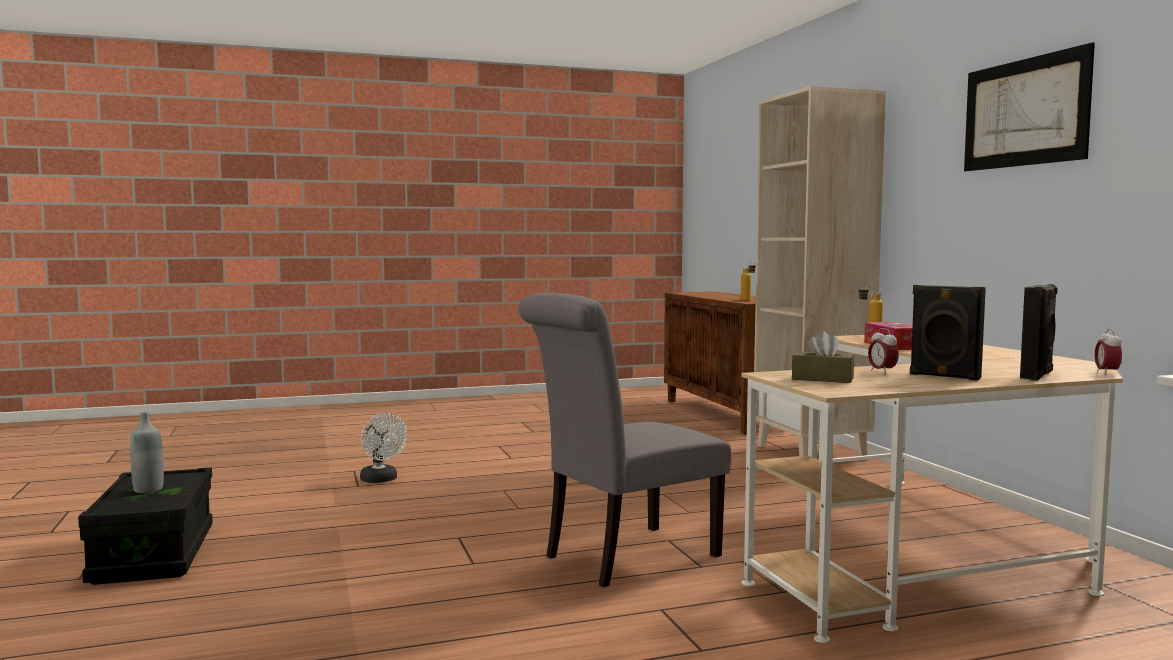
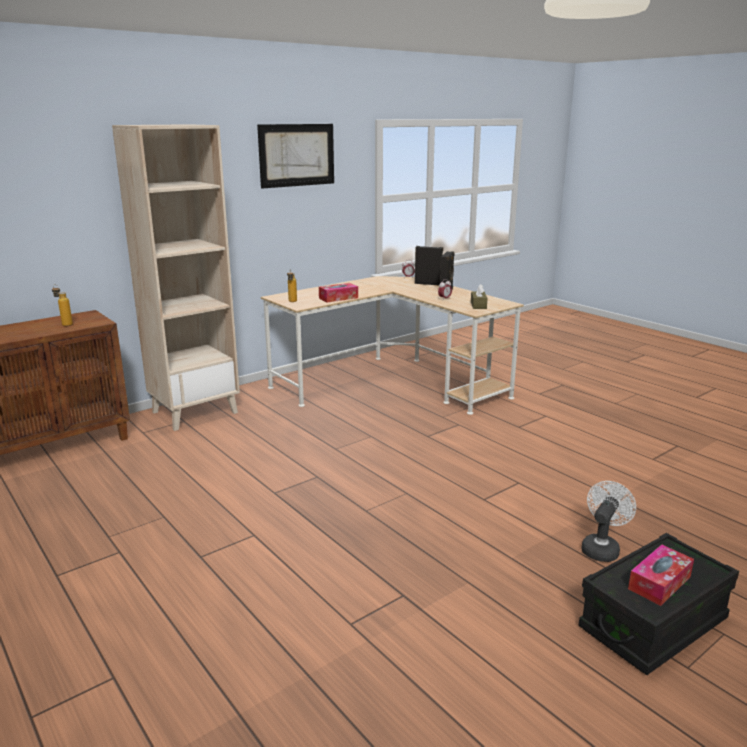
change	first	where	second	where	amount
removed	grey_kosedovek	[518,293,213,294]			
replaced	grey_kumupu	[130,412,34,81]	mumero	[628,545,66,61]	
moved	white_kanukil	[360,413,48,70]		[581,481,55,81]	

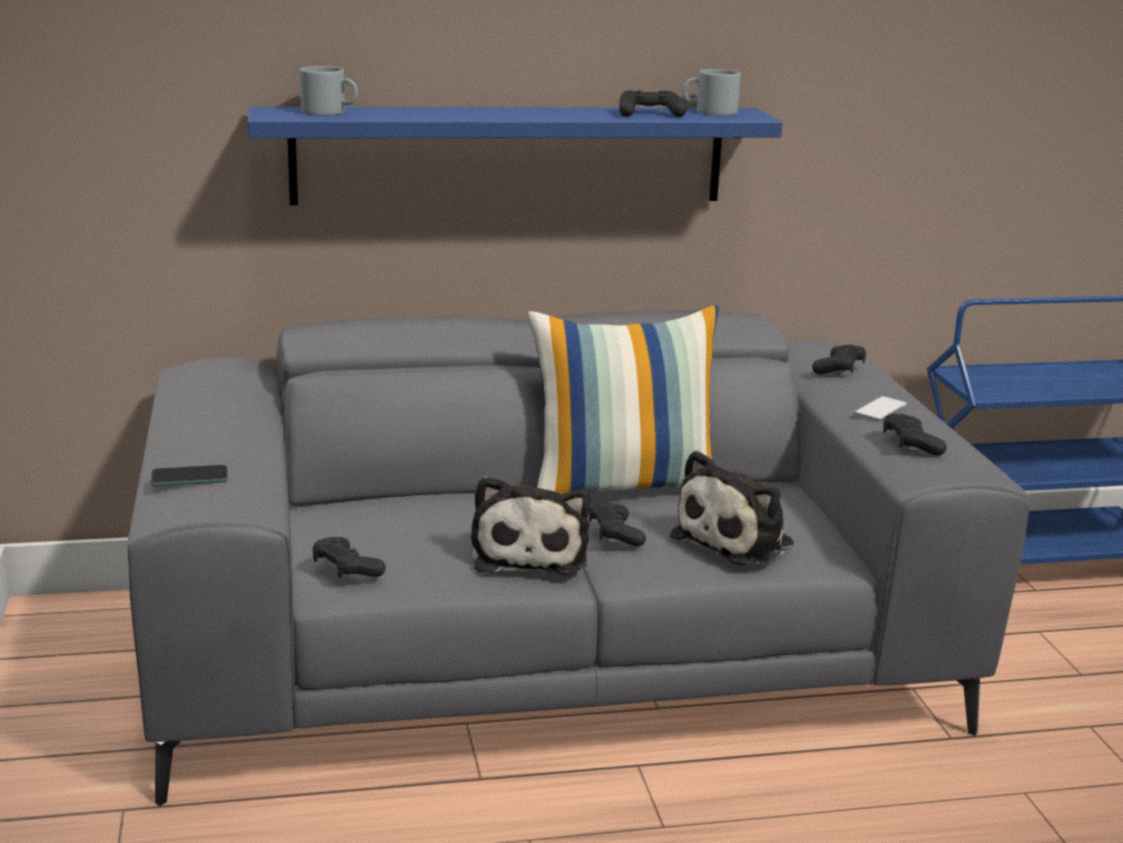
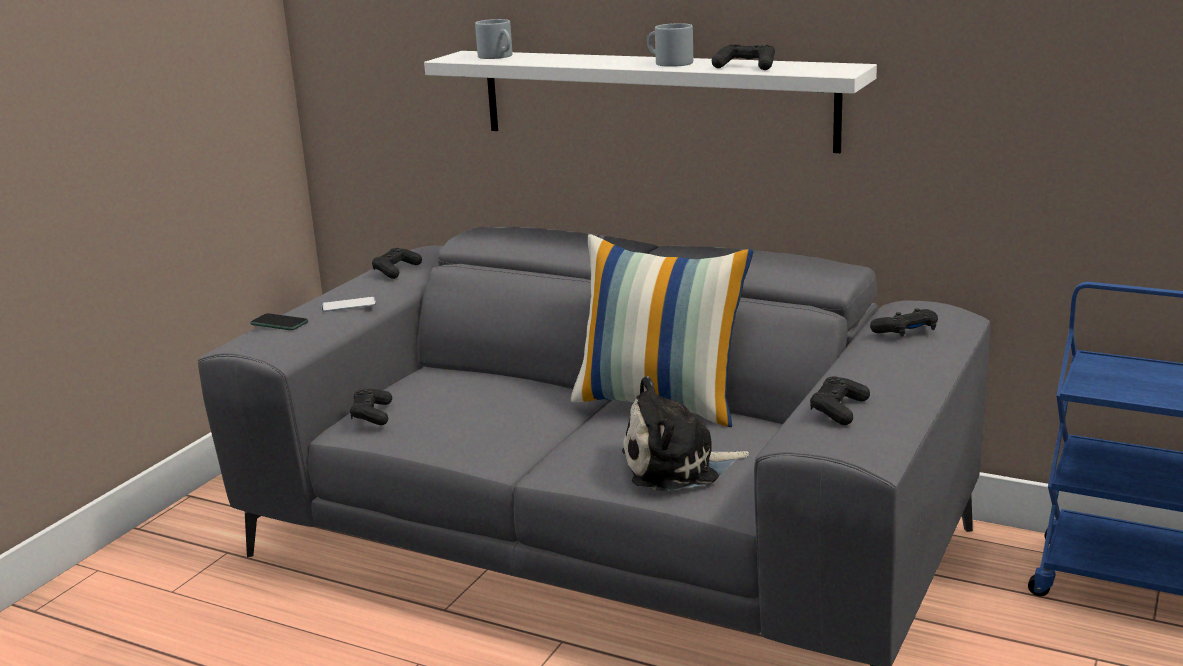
change	first	where	second	where	amount
moved	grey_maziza	[682,69,59,47]		[647,23,46,44]	
recoloured	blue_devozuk	[248,107,534,98]	white_devozuk	[424,51,453,102]	
moved	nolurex	[854,396,53,24]		[321,296,55,16]	
removed	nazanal	[471,476,119,99]			
moved	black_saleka	[589,503,57,44]		[372,248,50,31]	

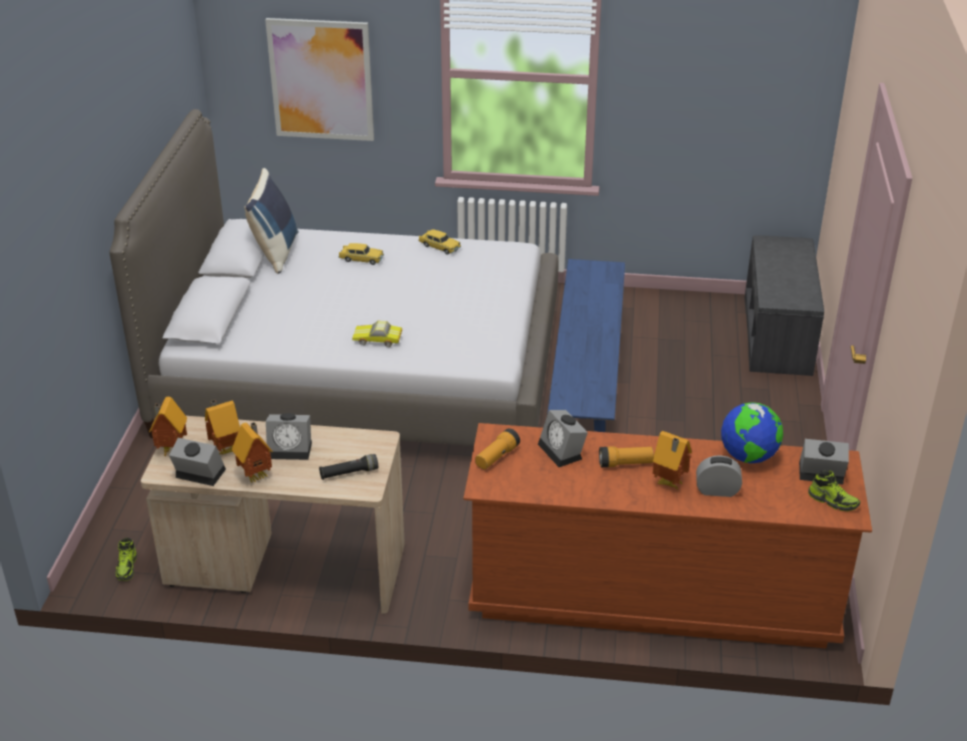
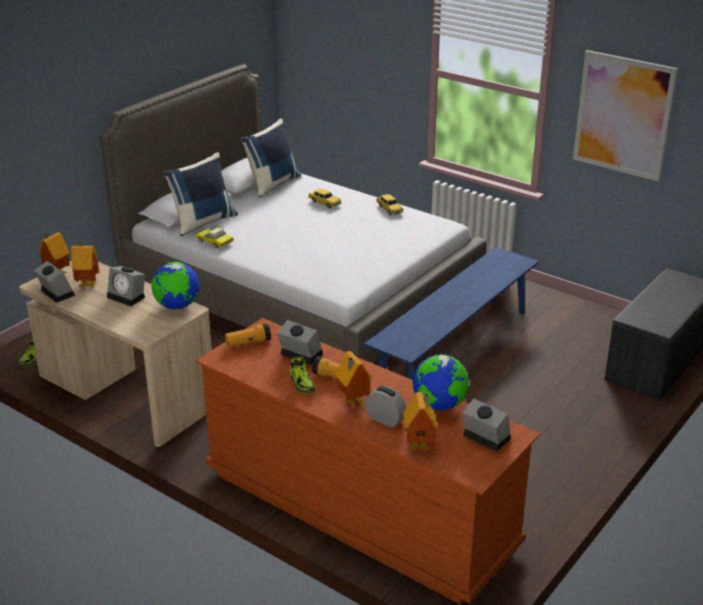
change	first	where	second	where	amount
moved	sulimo	[265,18,109,123]		[573,50,105,131]	
moved	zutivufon	[352,320,50,27]		[194,227,40,22]	
turned	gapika	[538,410,50,57]		[277,320,46,45]	120 degrees clockwise
moved	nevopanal	[232,422,41,61]		[403,392,34,59]	
removed	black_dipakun	[319,454,59,26]			
moved	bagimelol	[808,471,52,40]		[290,356,26,38]	
added			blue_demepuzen	[163,152,75,84]	
added			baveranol	[151,262,49,47]	

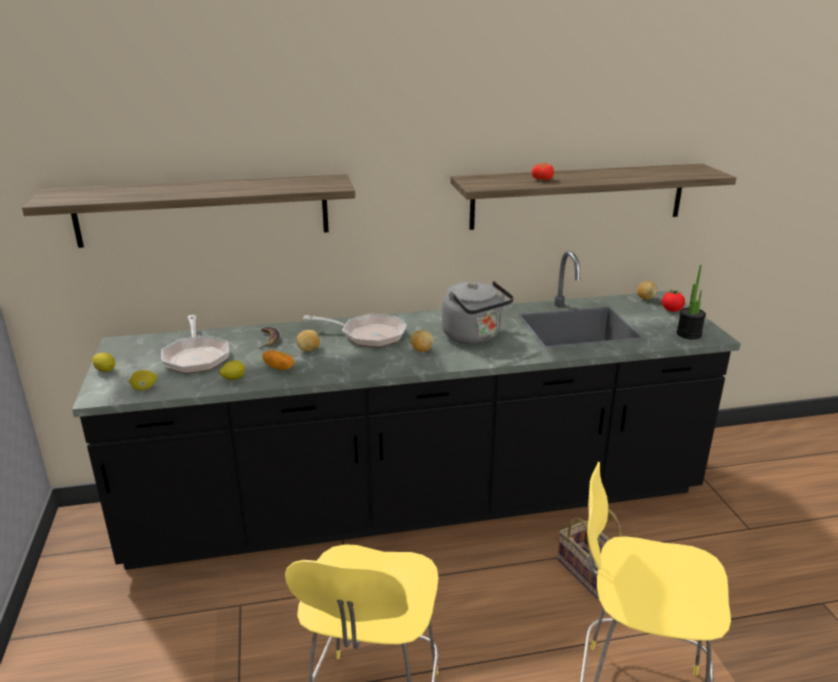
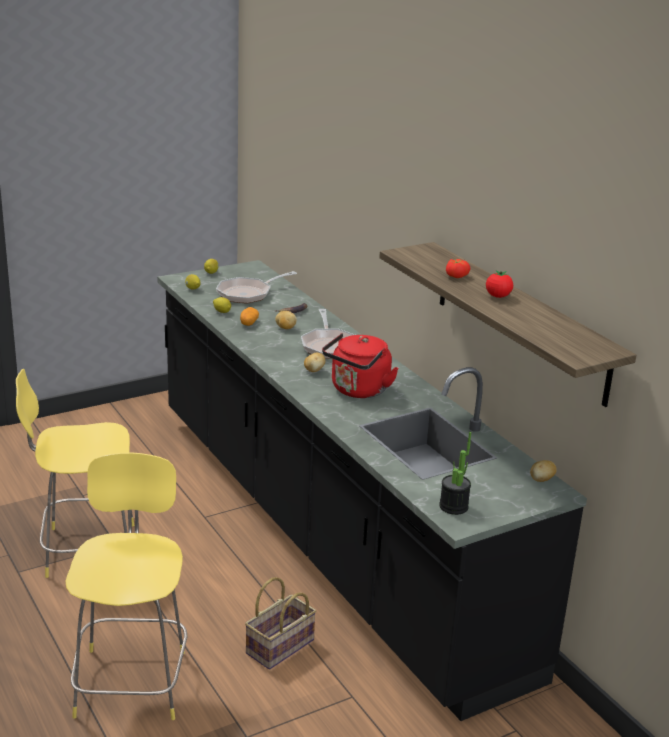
change	first	where	second	where	amount
removed	devozuk	[22,174,333,74]			
recoloured	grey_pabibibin	[442,281,72,63]	red_pabibibin	[322,333,77,65]	
moved	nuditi	[662,289,23,23]		[486,270,27,28]	

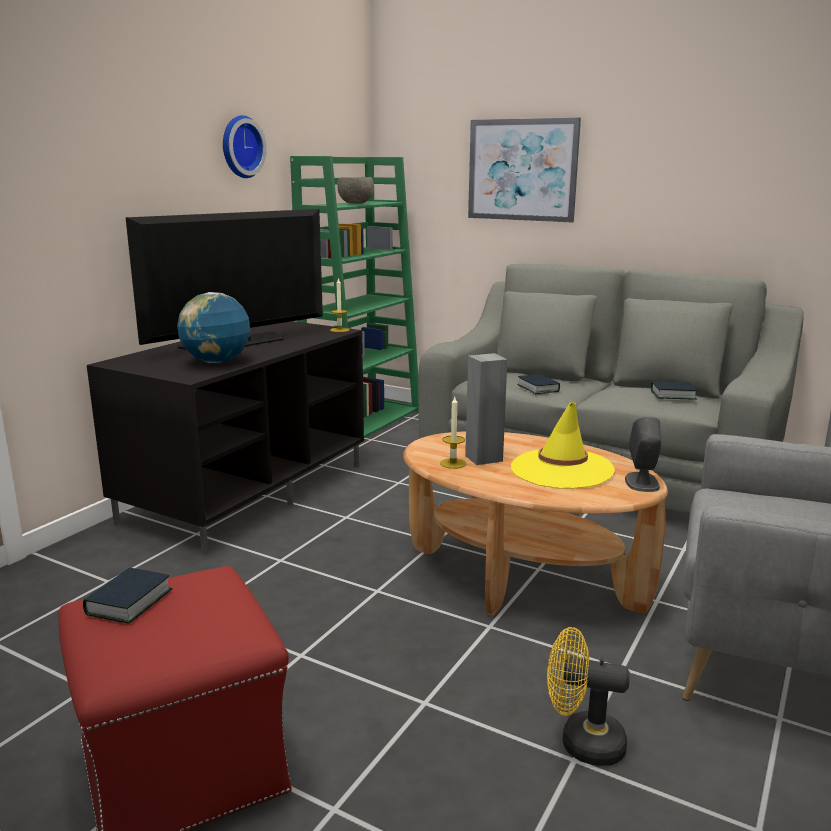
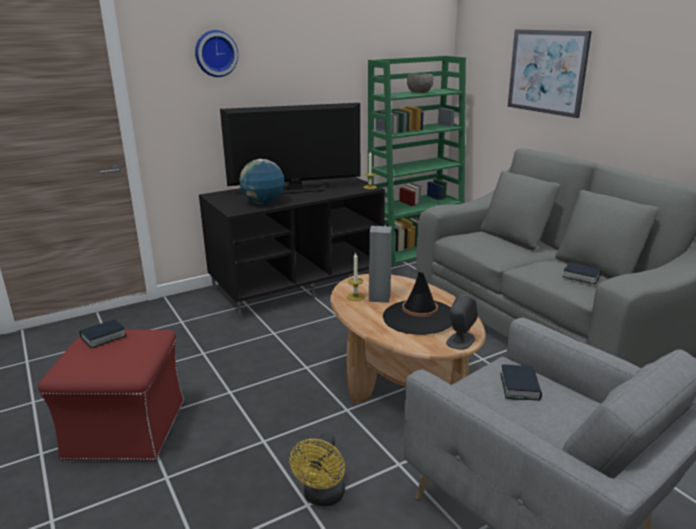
change	first	where	second	where	amount
moved	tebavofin	[223,115,44,63]		[195,30,43,47]	
moved	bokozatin	[517,374,43,20]		[500,364,42,37]	
recoloured	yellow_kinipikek	[511,402,104,87]	black_kinipikek	[383,272,69,63]	
turned	yellow_kanukil	[547,627,83,139]		[289,433,56,73]	120 degrees counterclockwise

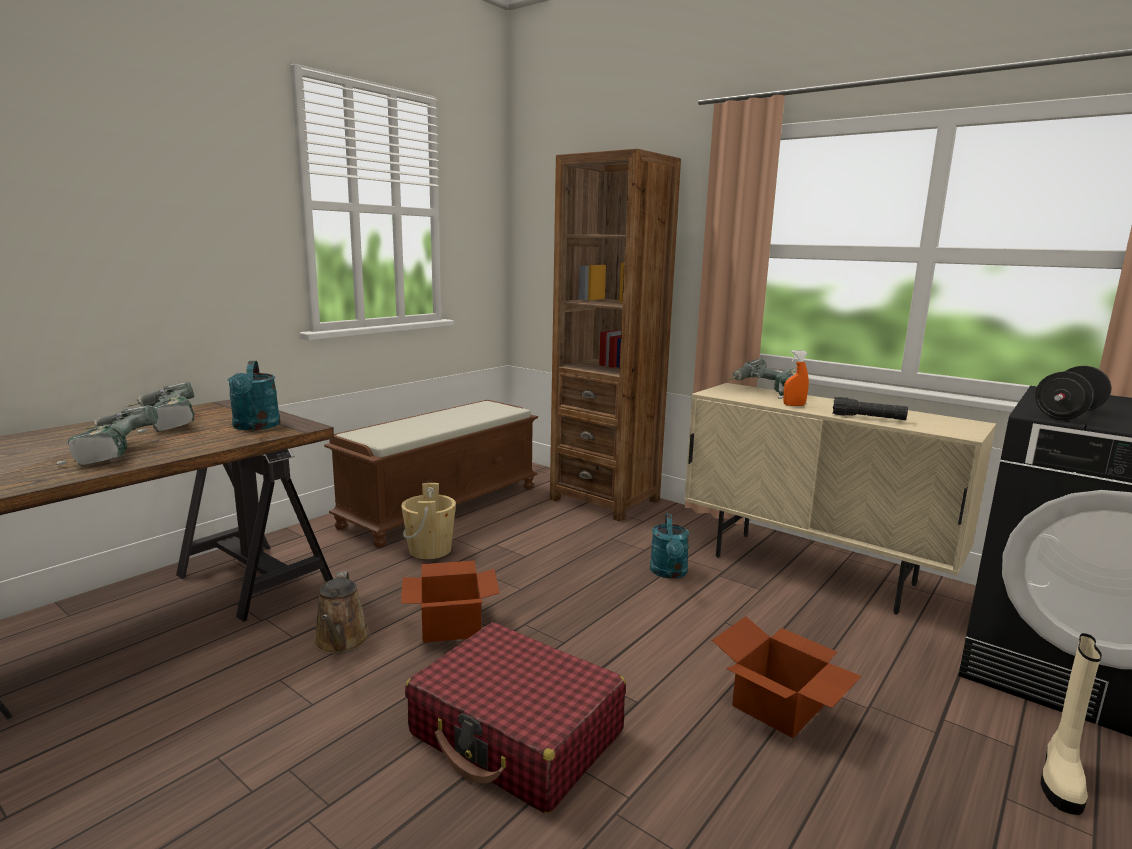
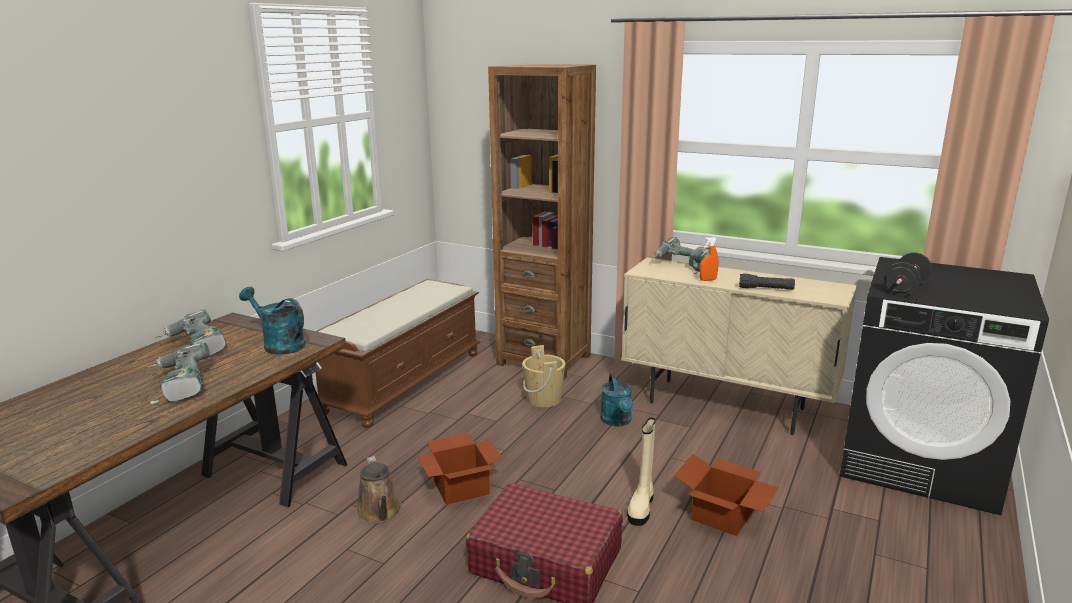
change	first	where	second	where	amount
turned	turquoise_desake	[228,361,53,69]		[239,287,66,68]	150 degrees clockwise
moved	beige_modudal	[401,483,55,76]		[522,345,43,62]	
moved	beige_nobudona	[1040,633,62,182]		[627,418,28,108]	

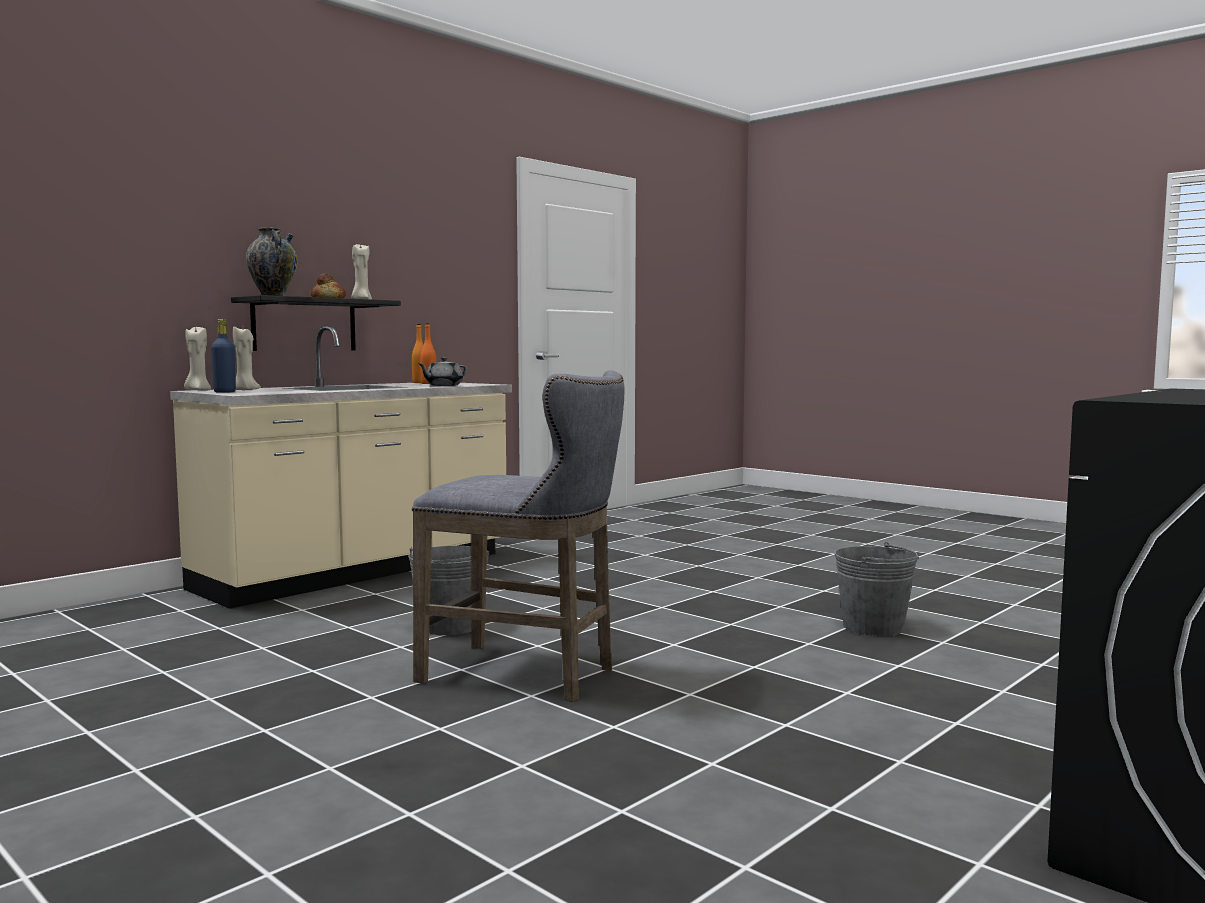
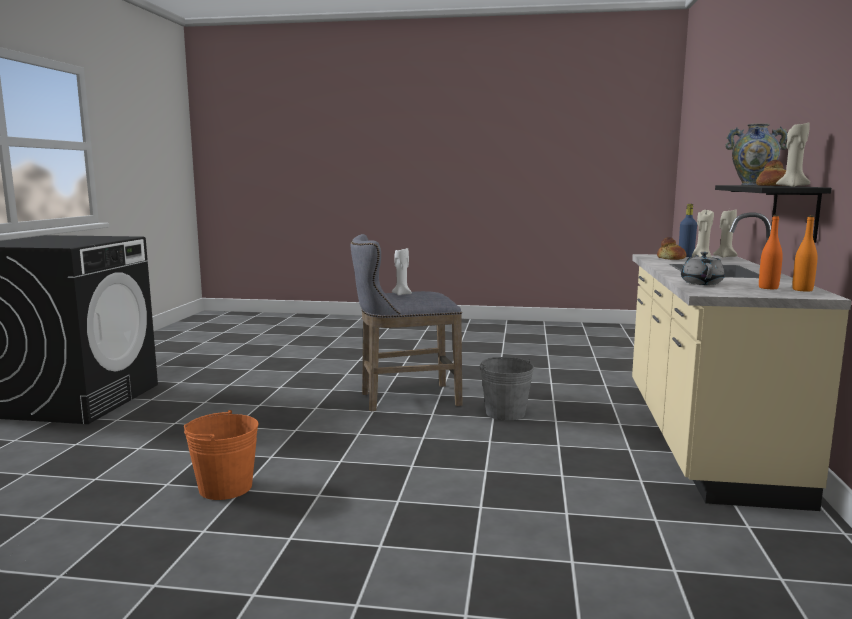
change	first	where	second	where	amount
recoloured	grey_modudal	[834,542,85,94]	orange_modudal	[184,410,75,90]	
added			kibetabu	[657,237,29,23]	
added			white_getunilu	[392,247,20,49]	

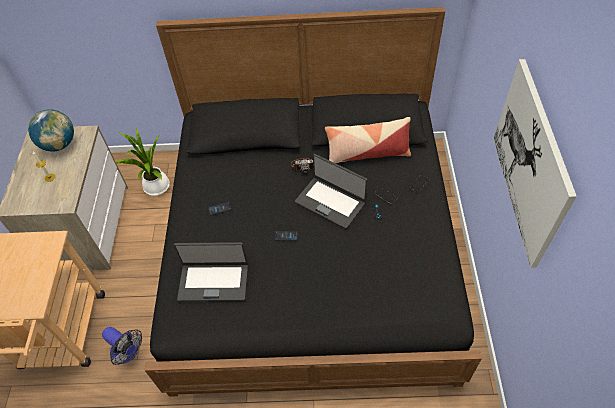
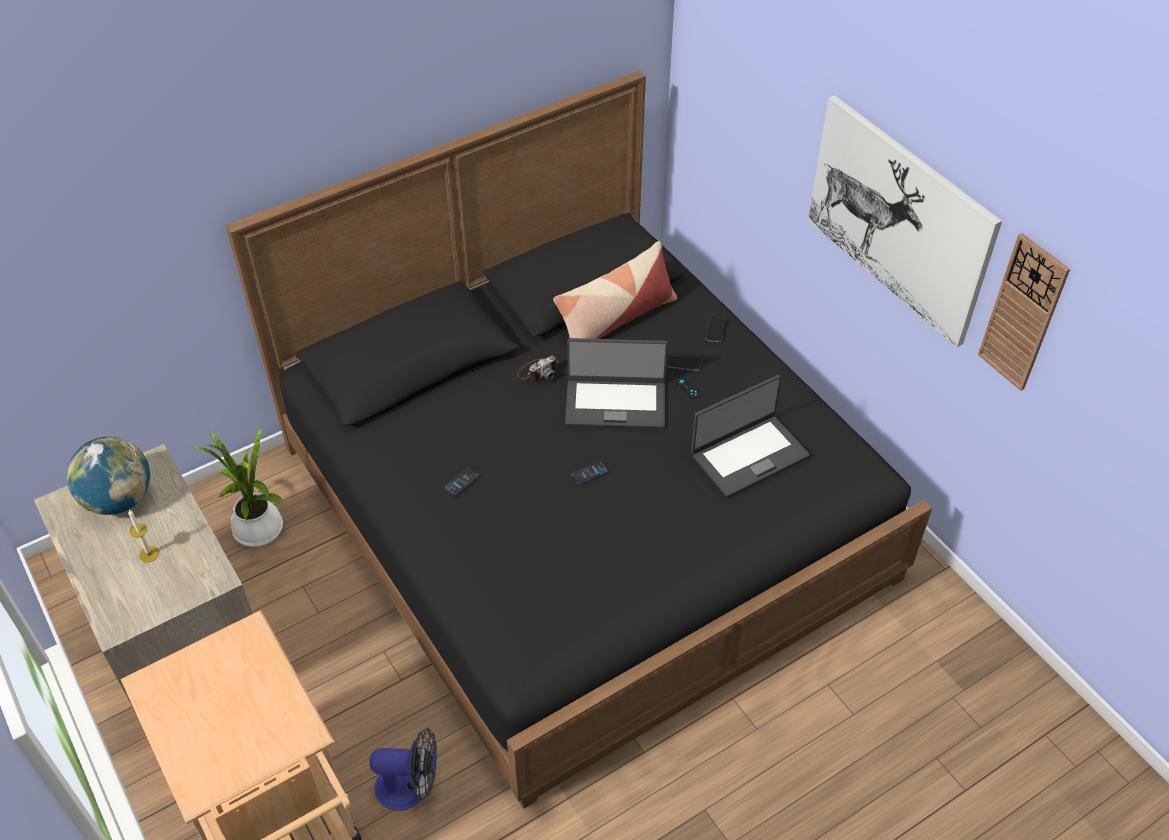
change	first	where	second	where	amount
moved	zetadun	[174,242,74,59]		[691,375,119,122]	
added			tebavofin	[978,233,92,158]	

